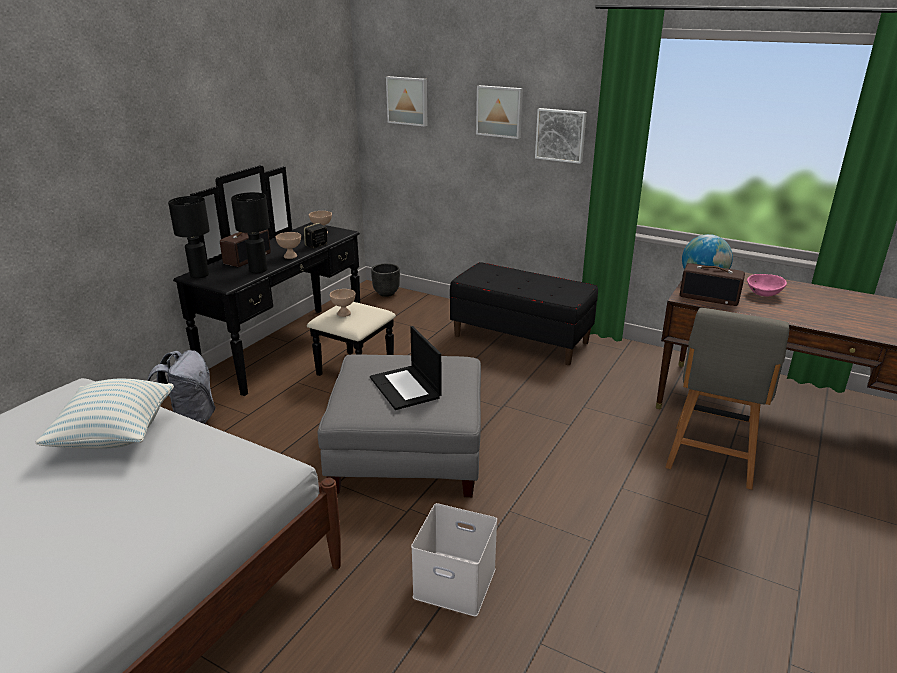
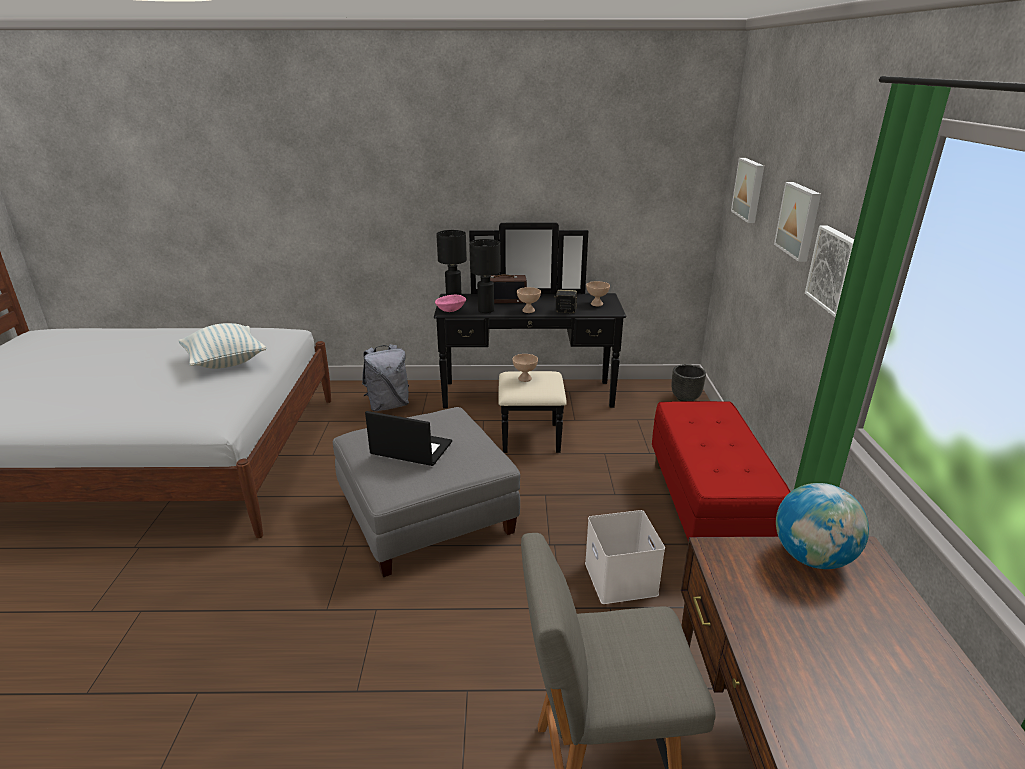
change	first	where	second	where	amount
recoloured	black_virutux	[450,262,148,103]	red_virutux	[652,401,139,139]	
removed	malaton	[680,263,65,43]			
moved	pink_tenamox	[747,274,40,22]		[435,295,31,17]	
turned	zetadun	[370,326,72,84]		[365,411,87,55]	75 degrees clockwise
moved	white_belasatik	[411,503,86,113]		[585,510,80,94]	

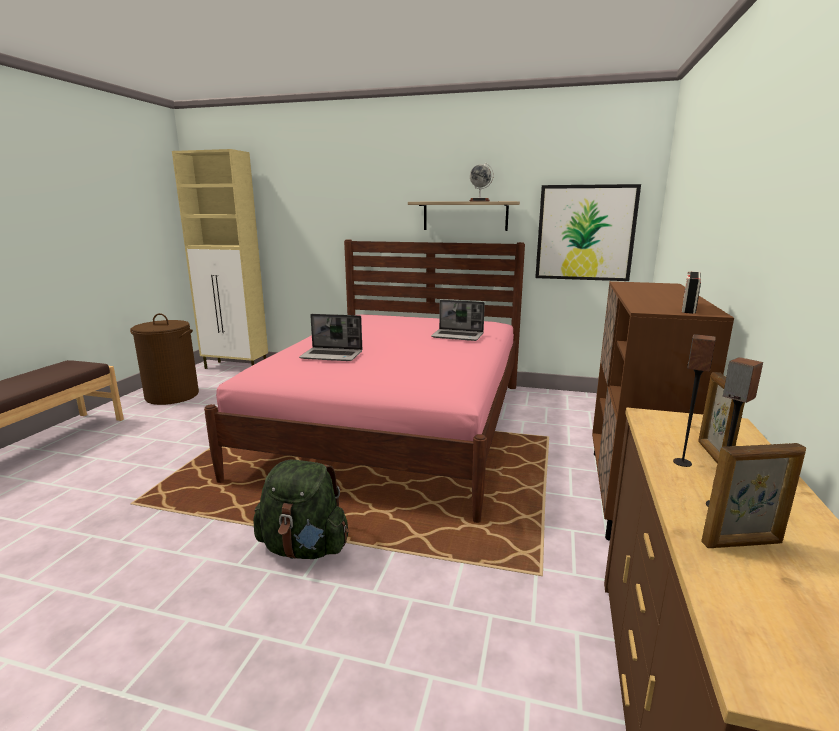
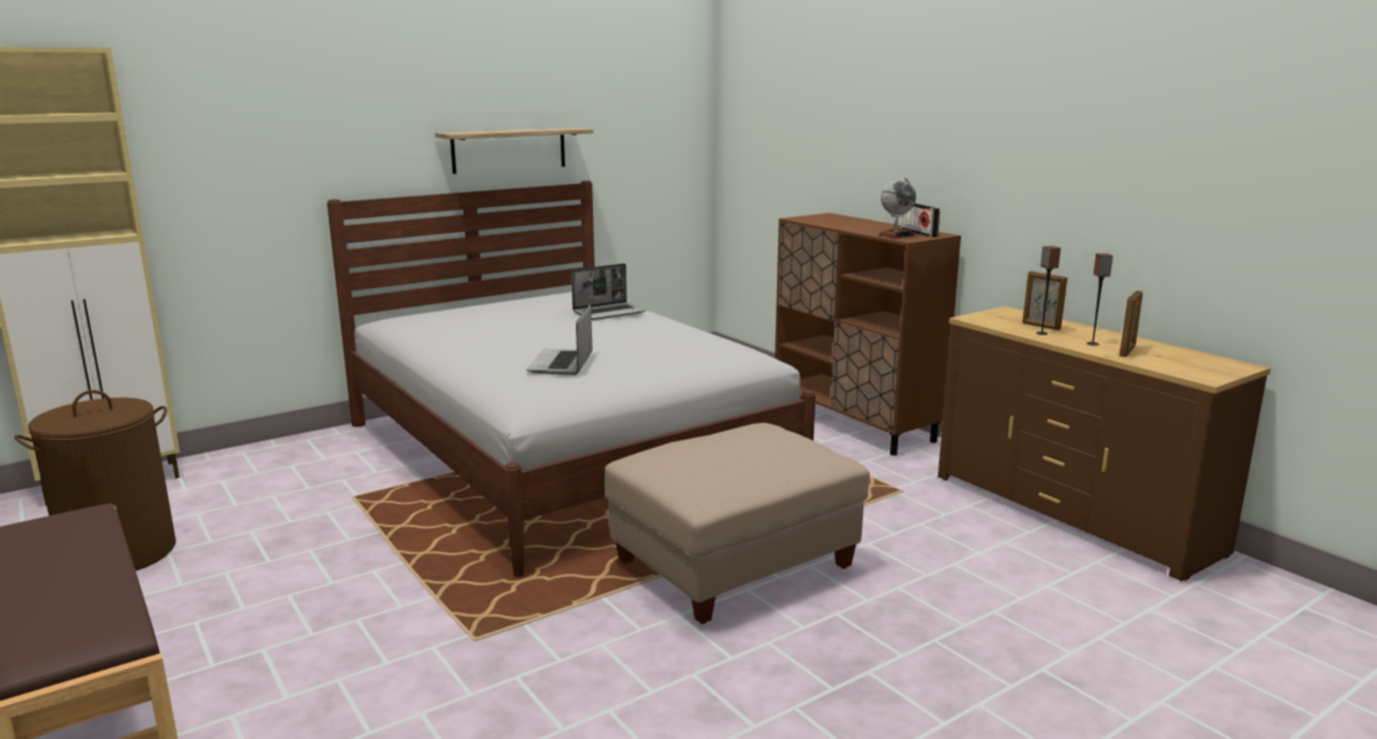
change	first	where	second	where	amount
moved	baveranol	[469,163,25,38]		[877,177,39,62]	
removed	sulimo	[535,184,106,97]			
recoloured	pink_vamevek	[204,240,321,283]	white_vamevek	[327,181,489,396]	
turned	zetadun	[299,314,63,47]		[527,304,65,71]	135 degrees clockwise
replaced	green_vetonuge	[253,460,96,99]	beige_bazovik	[605,423,265,201]	

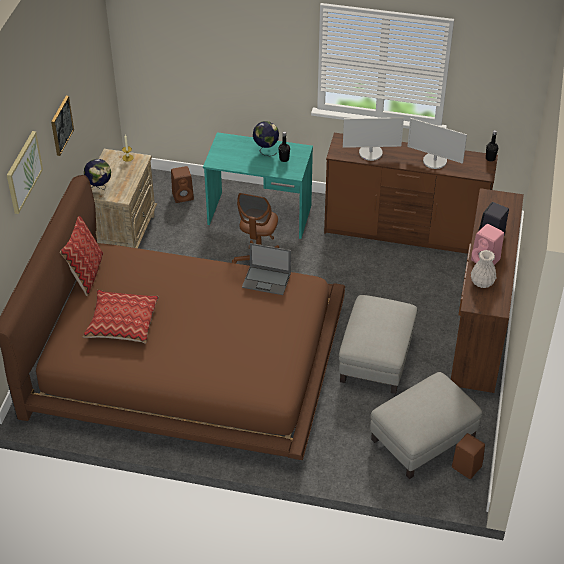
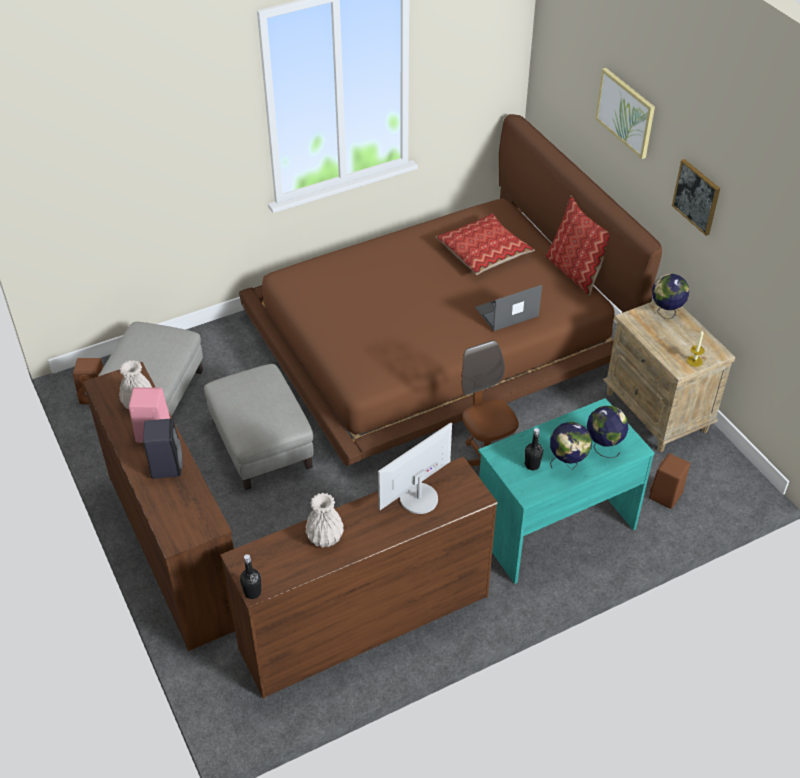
change	first	where	second	where	amount
replaced	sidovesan	[407,118,60,51]	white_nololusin	[305,493,39,55]	
moved	zetadun	[242,243,49,52]		[475,285,67,46]	
added			baveranol	[587,406,41,52]	

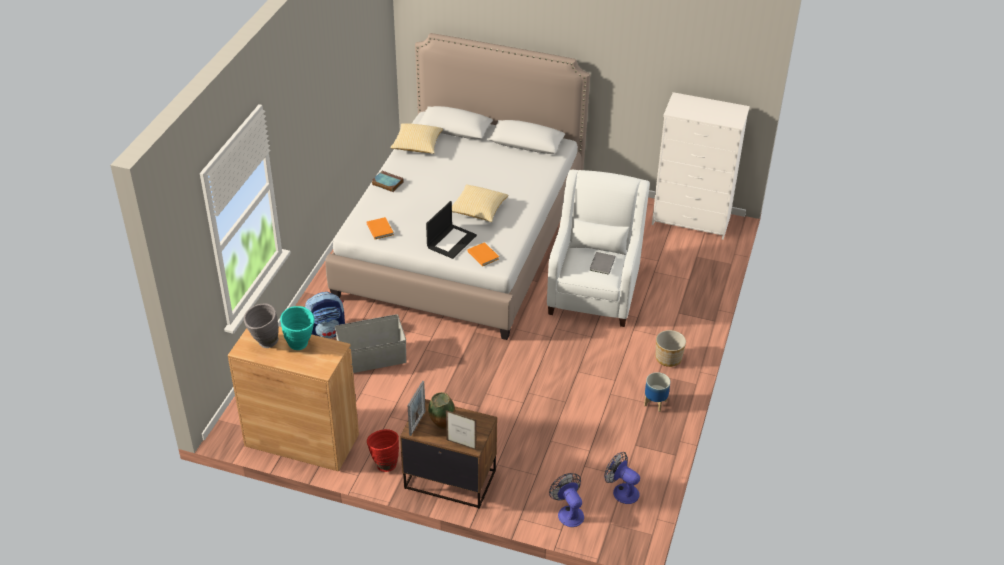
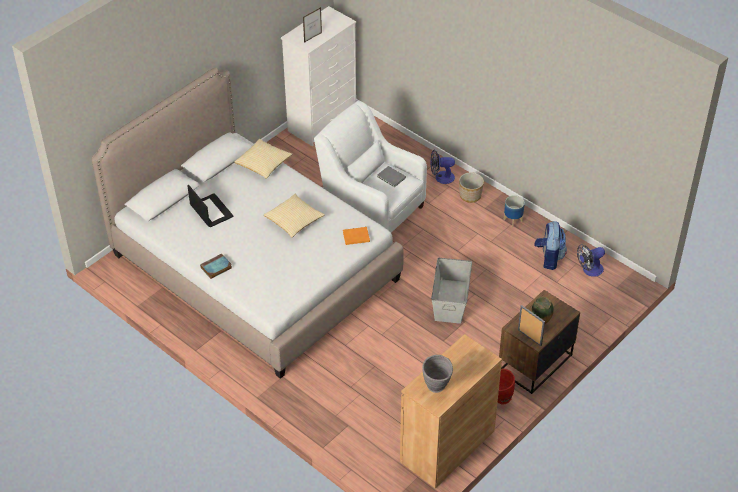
change	first	where	second	where	amount
moved	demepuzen	[390,123,53,31]		[234,139,59,40]	
moved	zetadun	[426,201,51,58]		[187,185,47,42]	
removed	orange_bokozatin	[367,217,27,23]			
moved	vetonuge	[305,292,40,47]		[535,221,32,49]	
removed	turquoise_nololusin	[280,306,35,44]			
moved	grey_belasatik	[335,314,71,59]		[431,258,41,66]	
moved	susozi	[446,410,30,40]		[303,7,19,36]	
moved	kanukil	[549,473,35,54]		[430,150,25,34]	

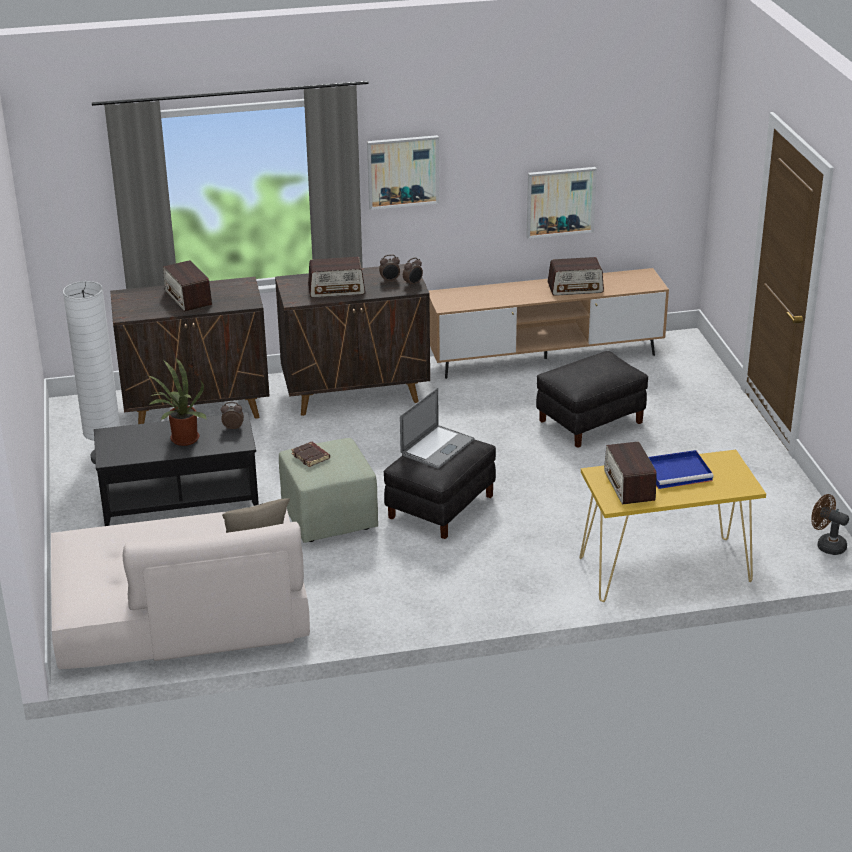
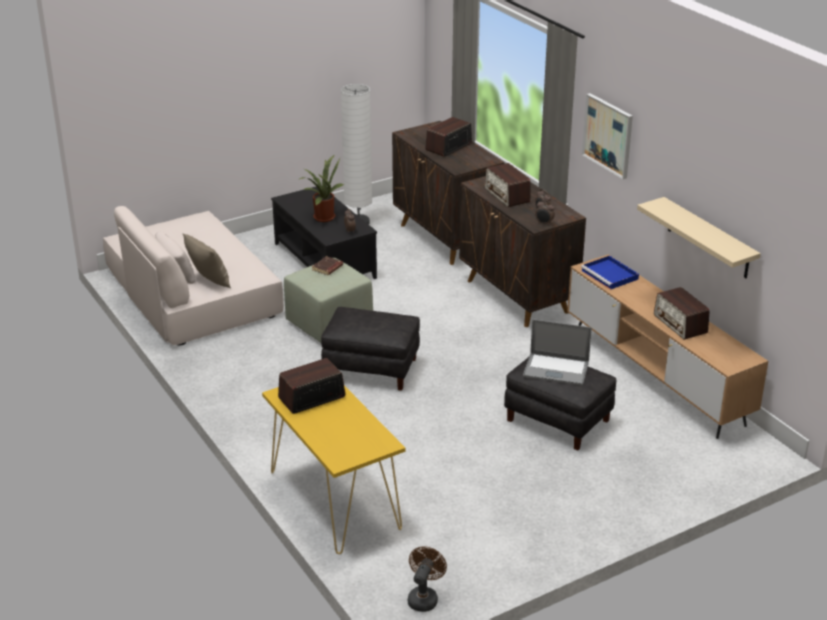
change	first	where	second	where	amount
replaced	sulimo	[526,167,71,72]	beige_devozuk	[637,197,124,81]	
moved	zetadun	[400,388,74,81]		[523,319,69,66]	
moved	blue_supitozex	[649,450,65,39]		[581,256,58,34]	

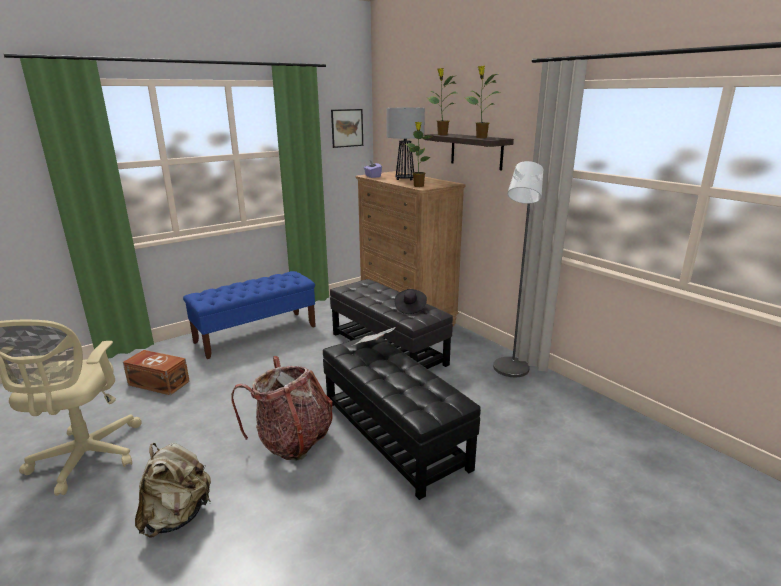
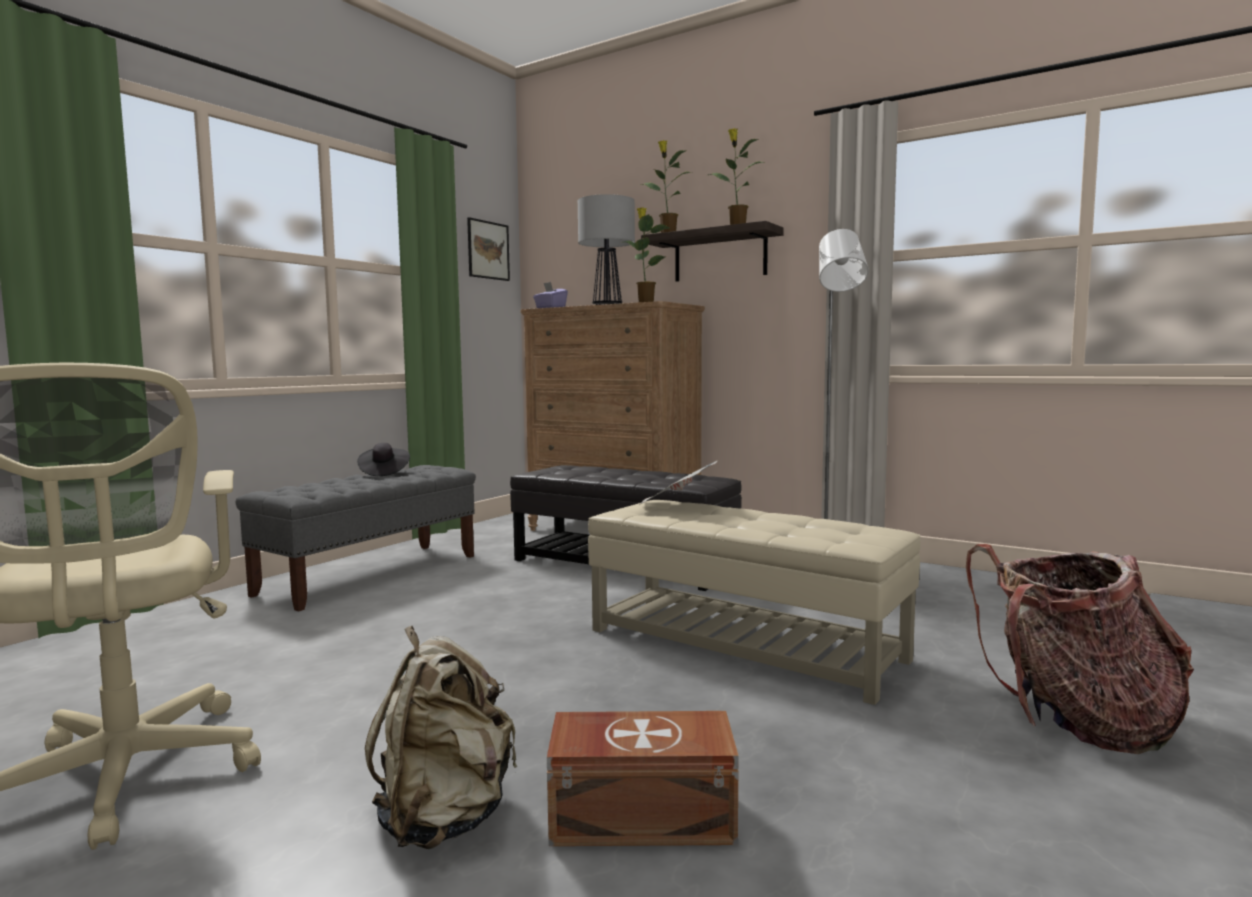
change	first	where	second	where	amount
recoloured	blue_virutux	[183,271,133,88]	grey_virutux	[236,465,240,147]	
moved	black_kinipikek	[395,289,32,25]		[357,443,53,33]	
recoloured	black_bazovik	[323,334,158,166]	beige_bazovik	[588,500,333,205]	
moved	brown_belasatik	[123,350,67,45]		[547,711,192,135]	
moved	vetonuge	[231,356,102,105]		[966,544,228,210]	

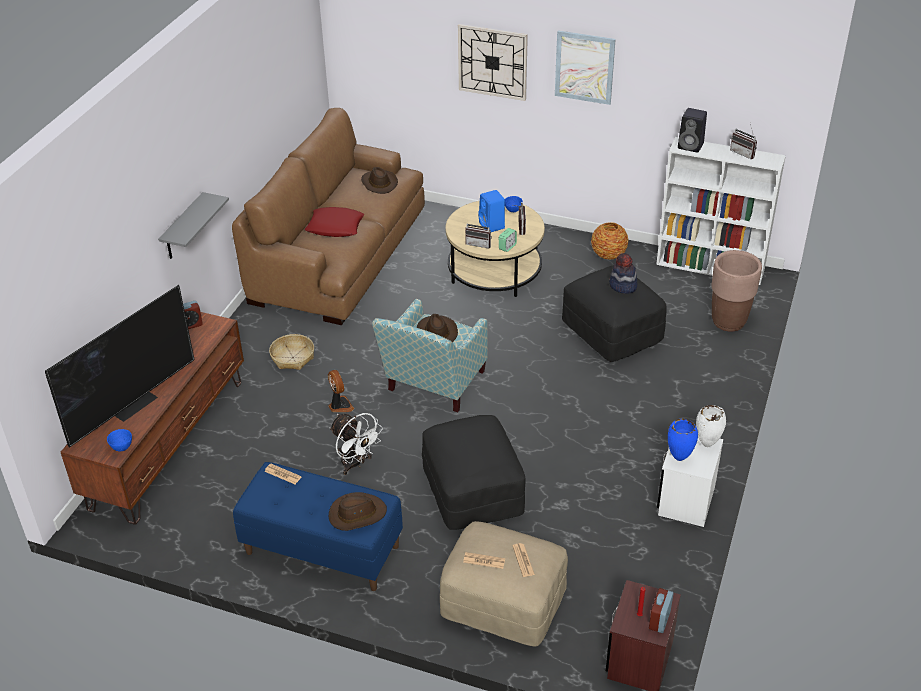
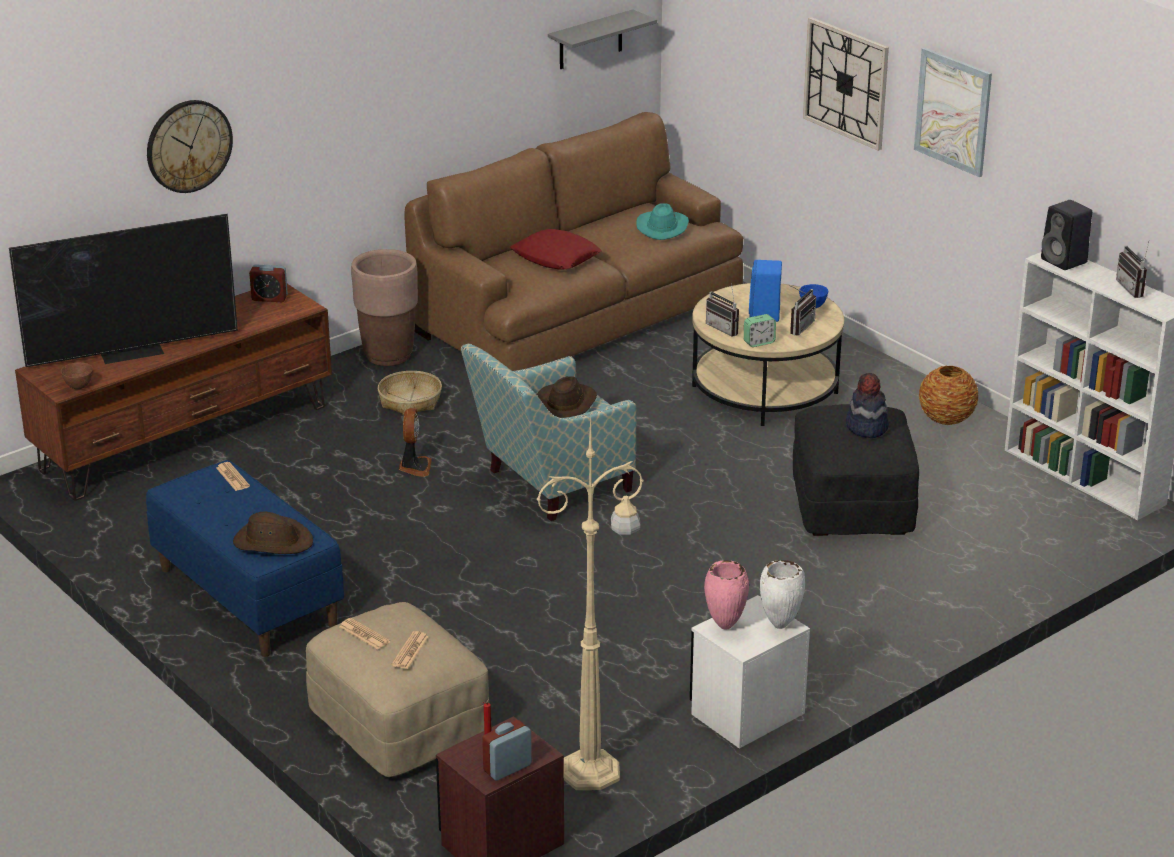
change	first	where	second	where	amount
recoloured	brown_kinipikek	[361,167,37,27]	turquoise_kinipikek	[636,203,53,37]	
moved	grey_devozuk	[158,192,71,67]		[548,9,109,60]	
moved	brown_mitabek	[711,250,51,81]		[351,249,67,117]	
removed	white_kanukil	[329,413,54,62]			
removed	black_bazovik	[422,415,104,115]			
recoloured	blue_nololusin	[668,419,30,42]	pink_nololusin	[704,560,45,70]	
recoloured	blue_tenamox	[107,429,25,23]	brown_tenamox	[61,362,32,27]	
added			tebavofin	[147,100,86,93]	
added			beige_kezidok	[537,414,107,376]	

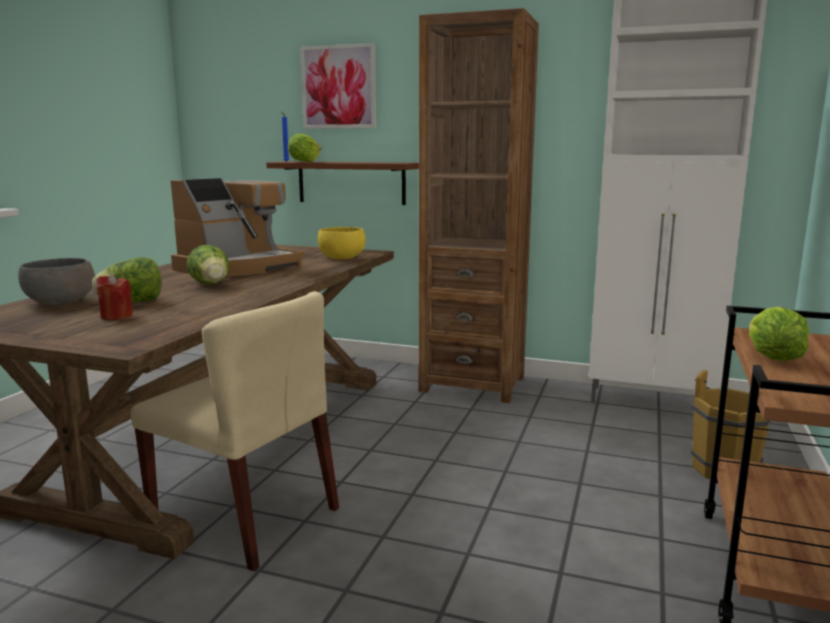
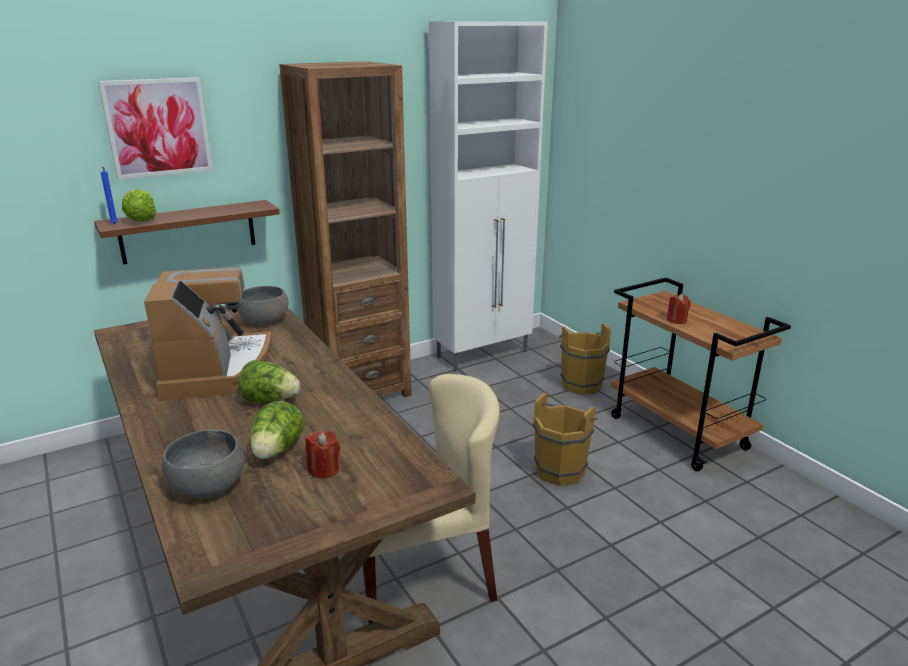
change	first	where	second	where	amount
recoloured	yellow_tenamox	[318,227,48,32]	grey_tenamox	[237,286,52,39]	
replaced	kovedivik	[749,307,60,54]	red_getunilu	[666,294,25,30]	
added			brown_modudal	[533,392,64,94]	

